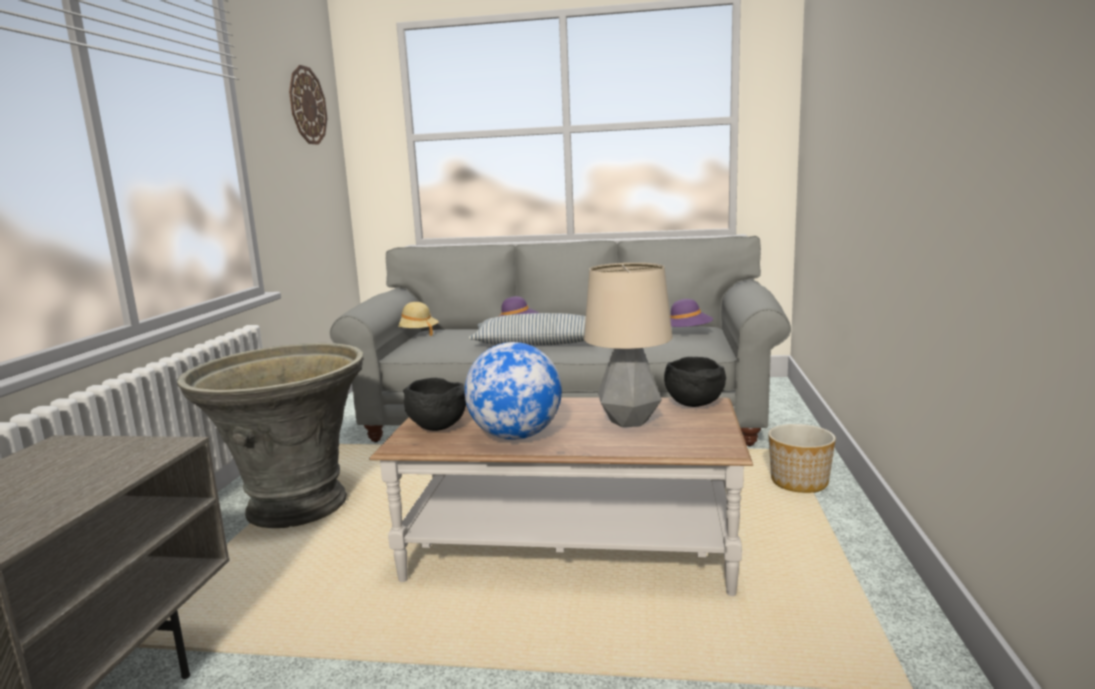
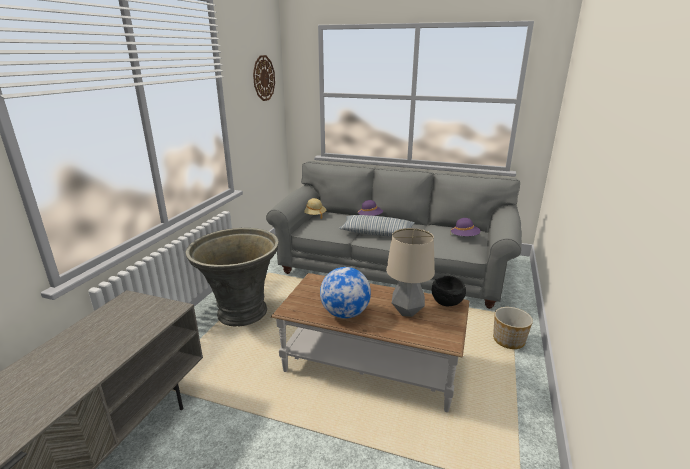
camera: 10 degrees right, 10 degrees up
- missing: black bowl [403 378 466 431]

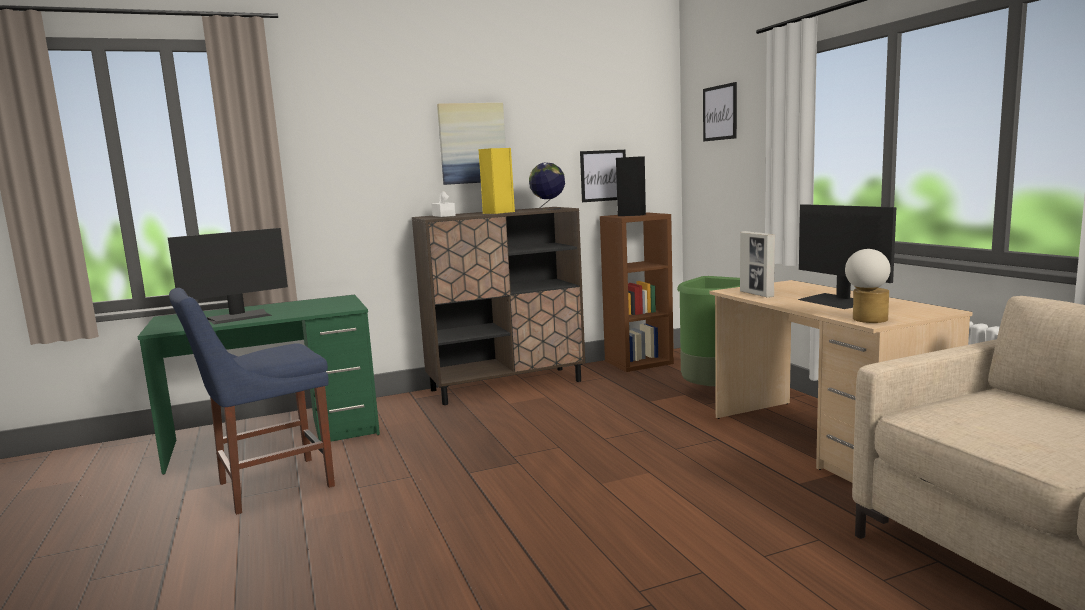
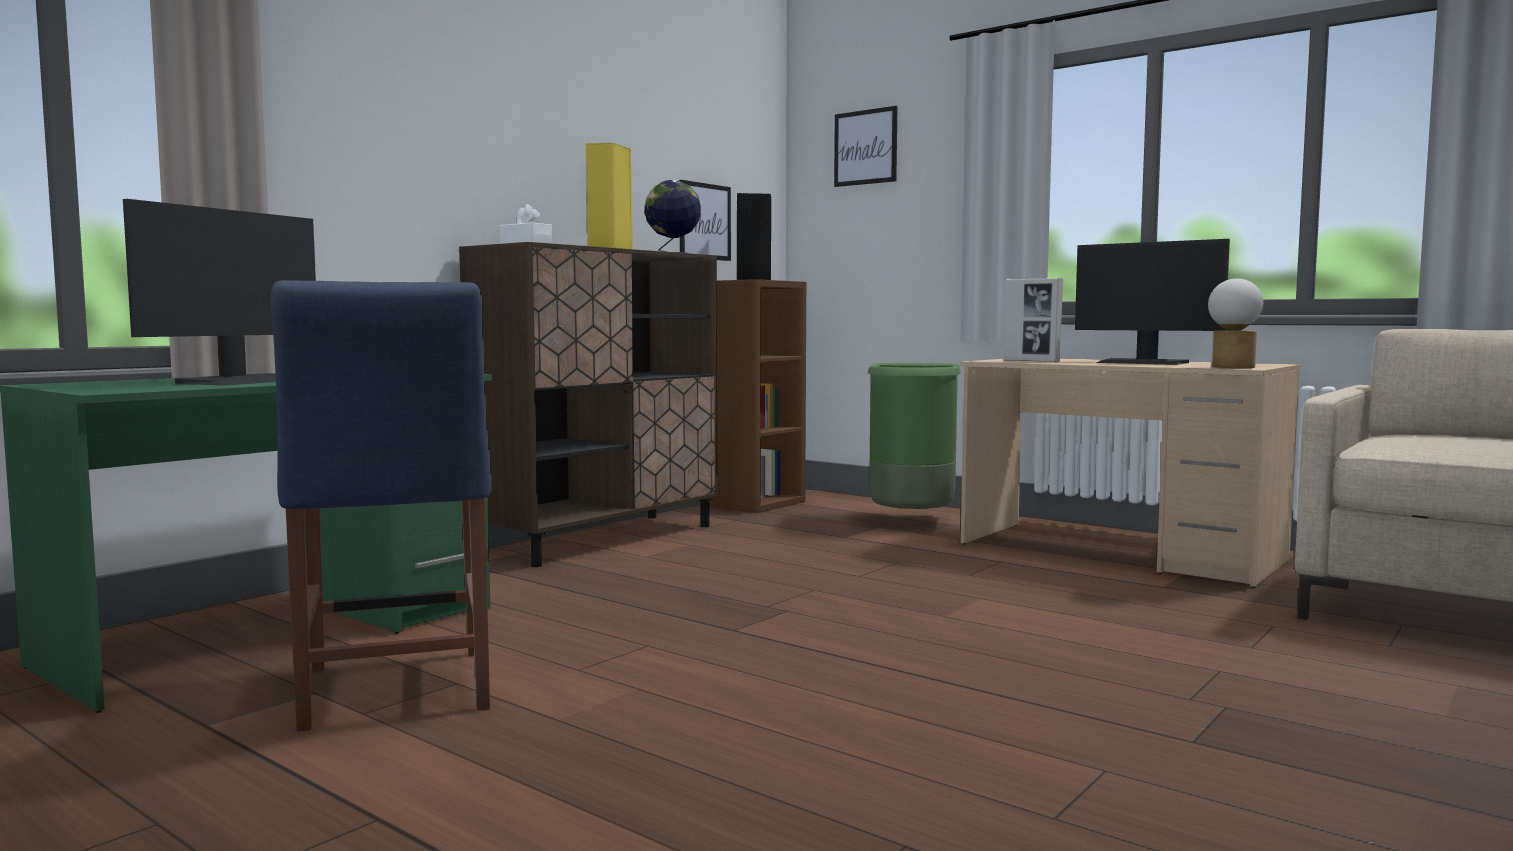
camera: 30 degrees left, 5 degrees down
- spun: blue chair [169 288 335 515] = [271 280 492 732] 45 degrees counterclockwise
- missing: picture [437 103 506 185]

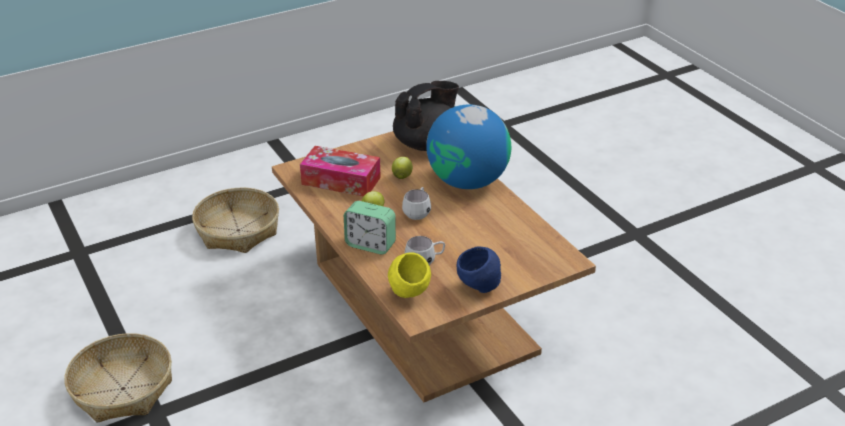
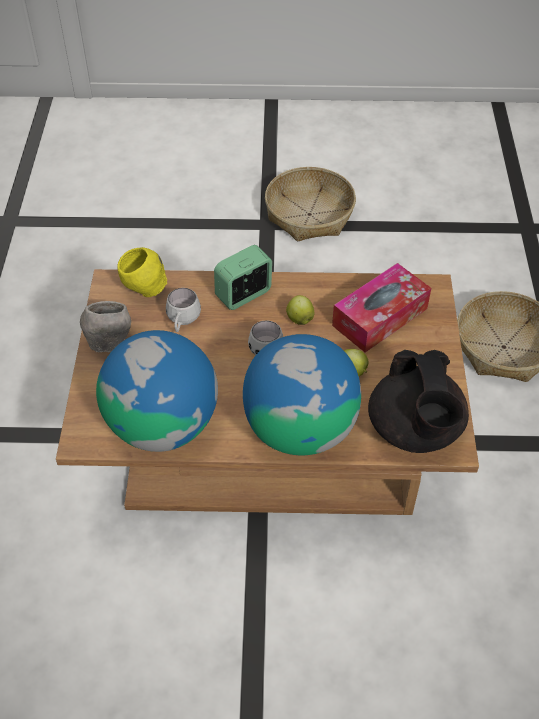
camera: 120 degrees right, 15 degrees up
- colour: blue bowl [457 246 502 293] to grey bowl [80 301 131 353]
- appeared: globe [96 330 218 452]

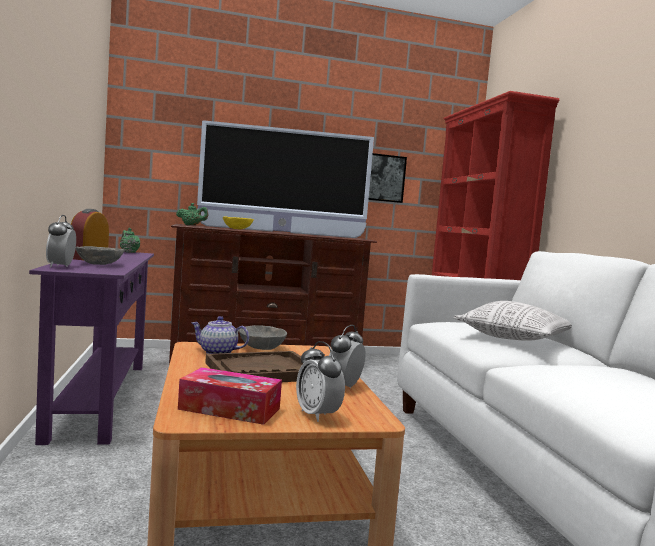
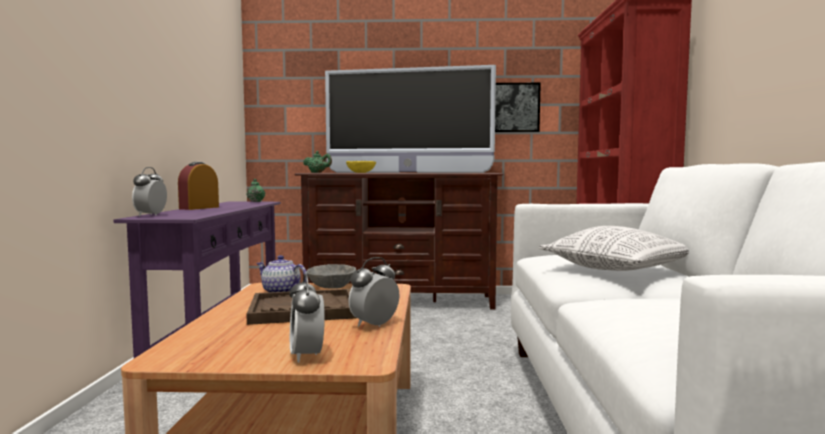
camera: 15 degrees right, 0 degrees up
- missing: grey bowl [76 246 124 265]
- missing: tissue box [178 367 282 425]

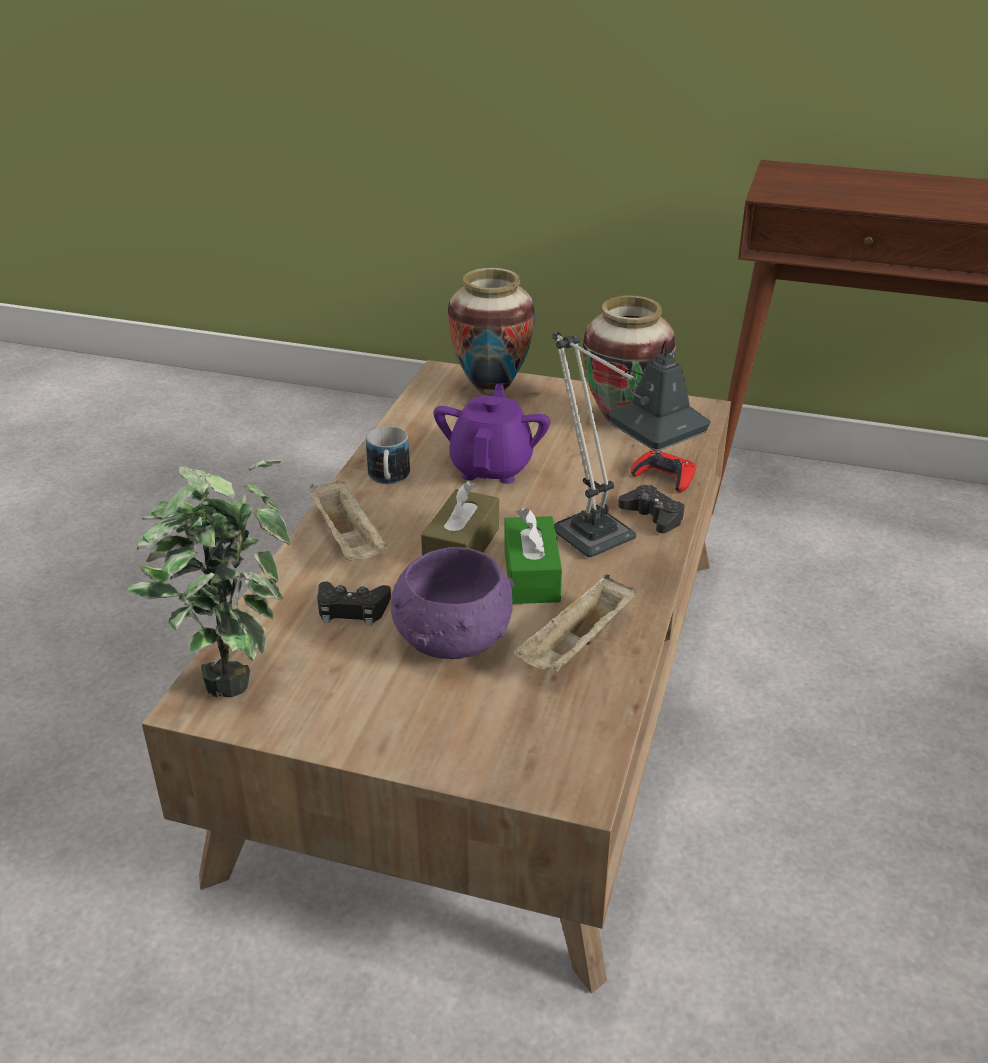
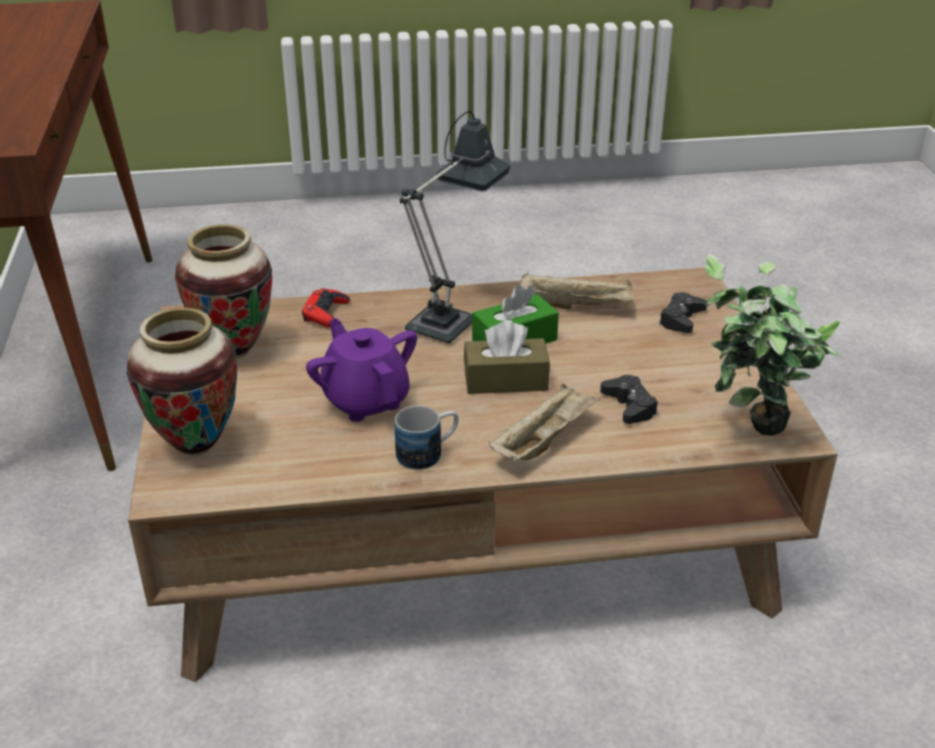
camera: 115 degrees left, 0 degrees up
- missing: purple bowl [391 547 514 659]
- spun: purple teapot [433 384 550 484] = [306 318 417 422] 75 degrees clockwise
- relocated: black game controller [618 485 684 533] to [659 292 707 333]

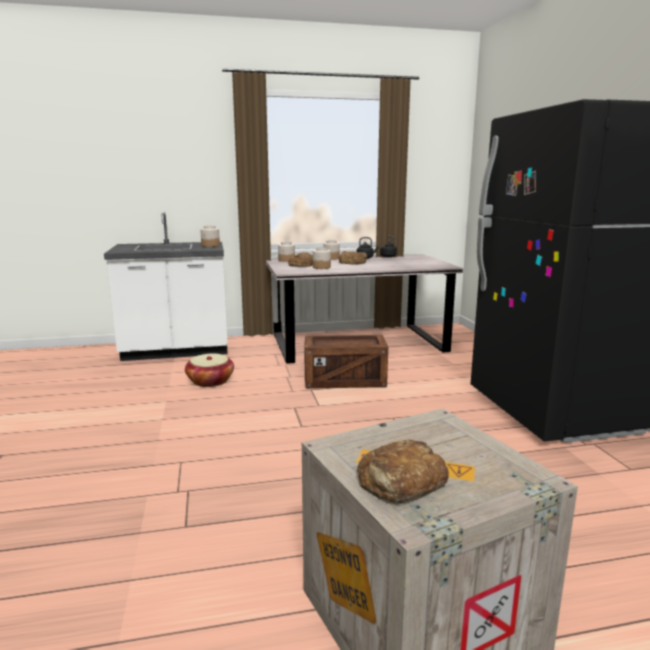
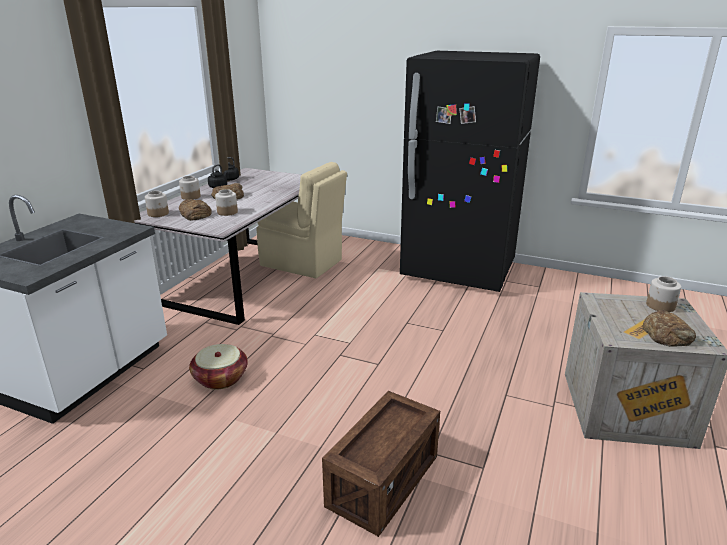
camera: 55 degrees left, 10 degrees up
- relocated: jar [200 226 220 247] to [646 276 681 312]
- relocated: crate [305 335 388 388] to [322 391 440 537]
- appeared: beige chair [256 162 347 278]

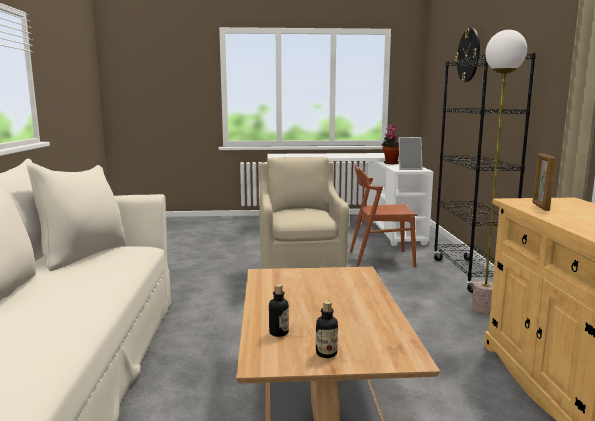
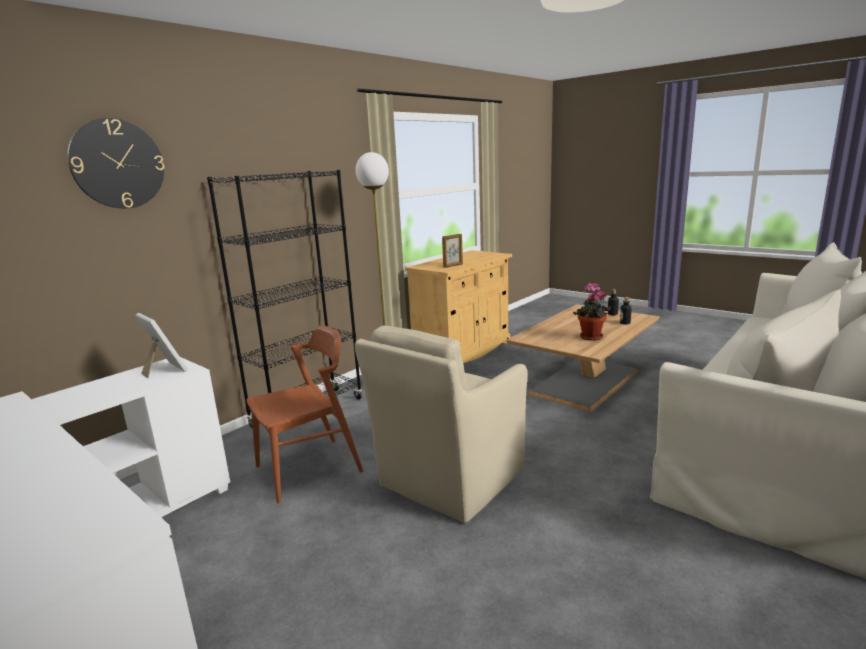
camera: 135 degrees left, 5 degrees up
- spun: brown chair [350 166 417 267] = [246 325 363 504] 75 degrees counterclockwise
- relocated: potted plant [381 124 399 164] to [573 283 611 341]

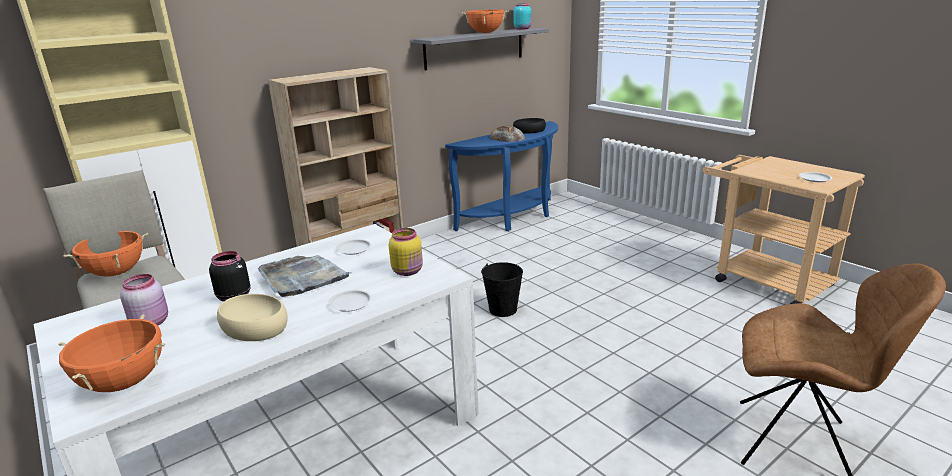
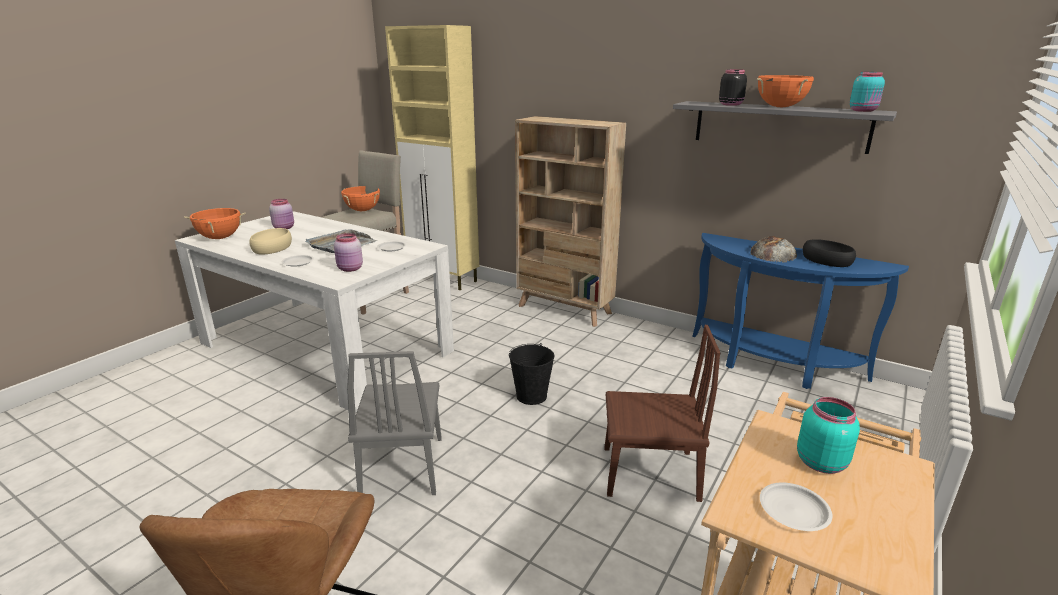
camera: 70 degrees right, 0 degrees up
- relocated: black jar [209 251 250 302] to [719 69 747 106]
- colour: yellow jar [389 228 423 276] to pink jar [334 233 363 272]
- appeared: grey chair [347 351 442 495]
- appeared: brown chair [605 325 720 502]
- appeared: turquoise jar [797 397 860 474]

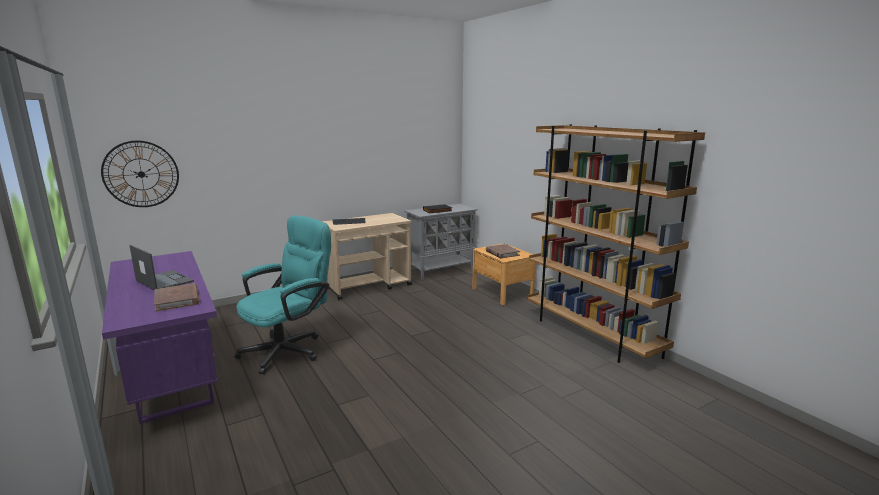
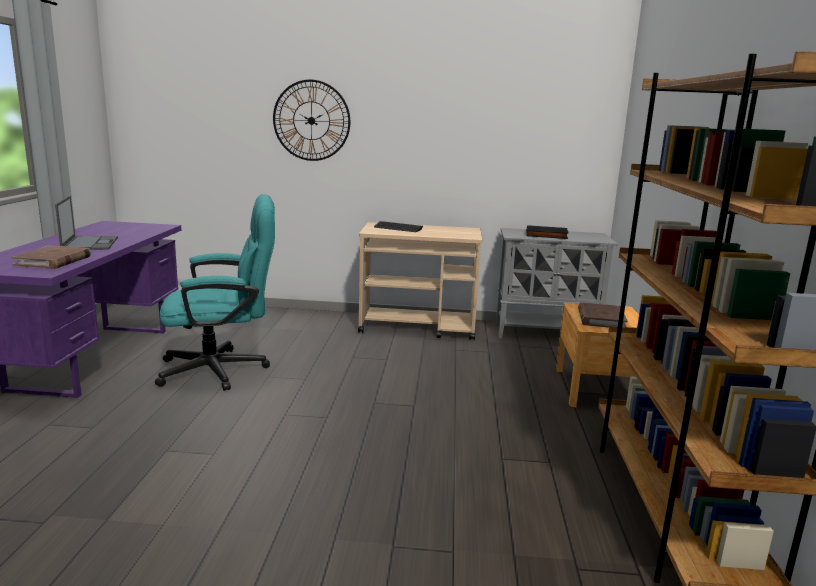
camera: 35 degrees right, 0 degrees up
- relocated: wall clock [101 141 179 207] to [273 80 350 161]

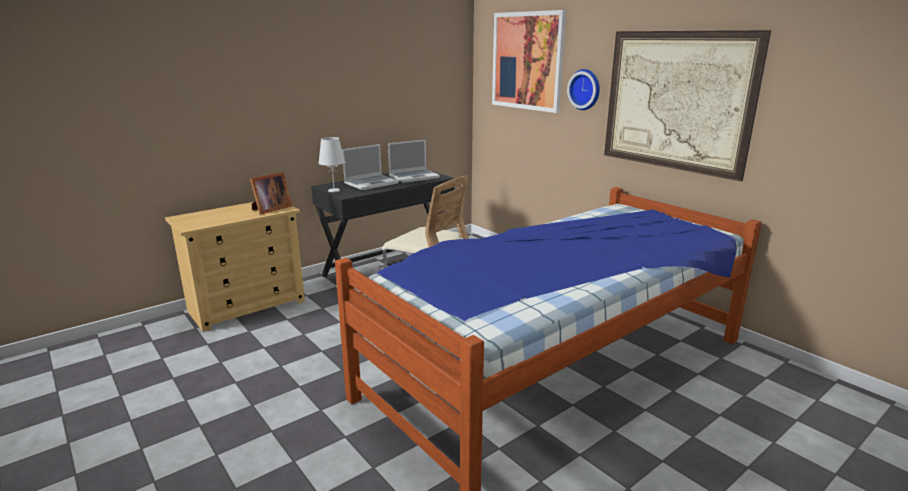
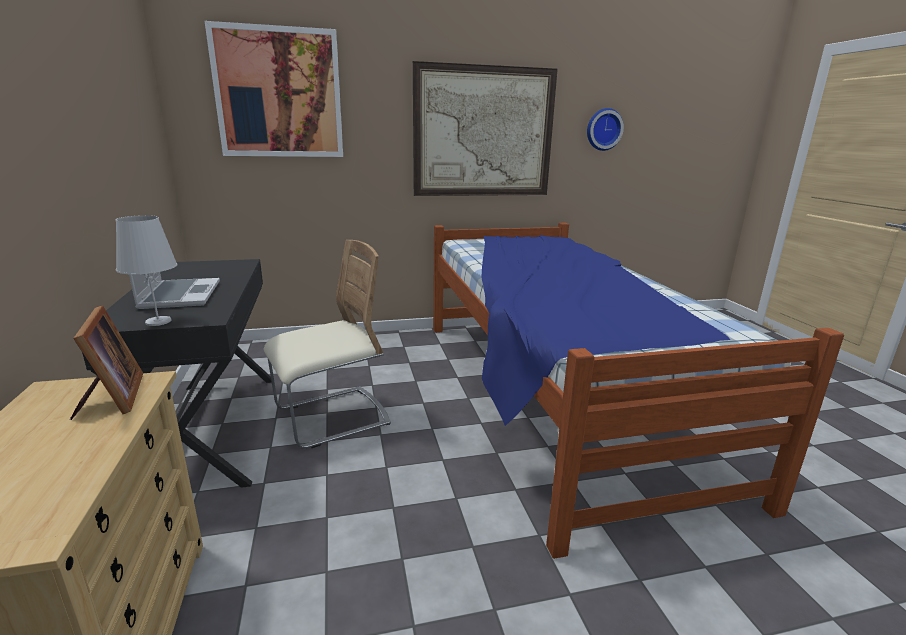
camera: 65 degrees left, 0 degrees up
- missing: laptop [388 140 440 183]
- relocated: wall clock [567 69 600 110] to [587 108 624 151]

